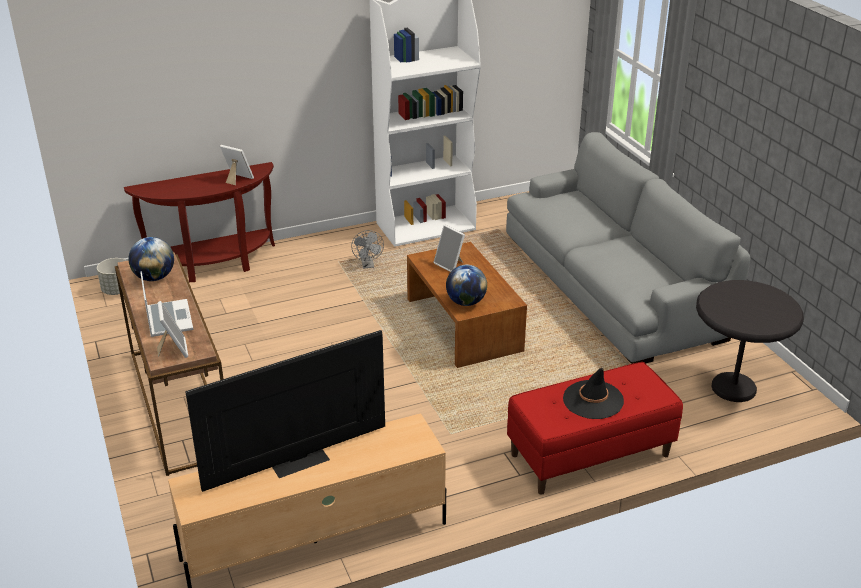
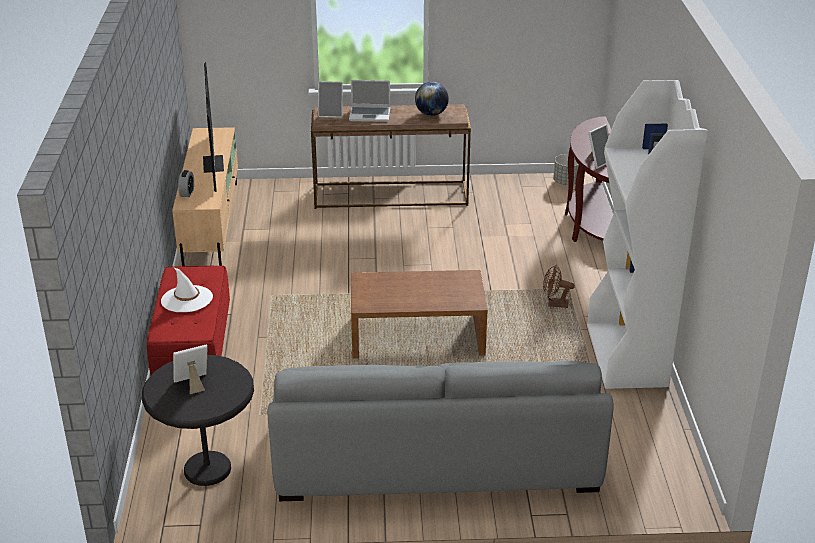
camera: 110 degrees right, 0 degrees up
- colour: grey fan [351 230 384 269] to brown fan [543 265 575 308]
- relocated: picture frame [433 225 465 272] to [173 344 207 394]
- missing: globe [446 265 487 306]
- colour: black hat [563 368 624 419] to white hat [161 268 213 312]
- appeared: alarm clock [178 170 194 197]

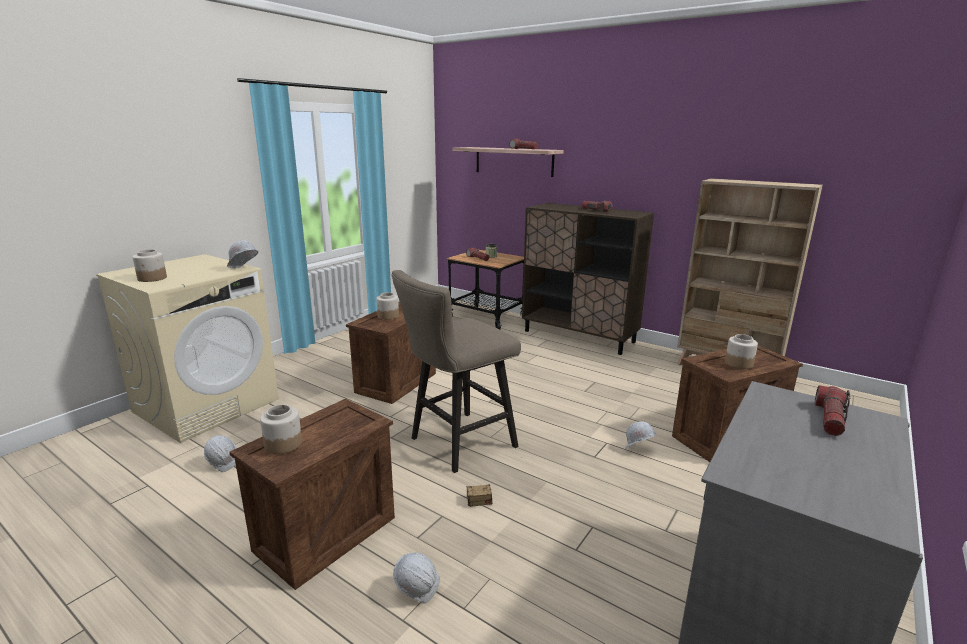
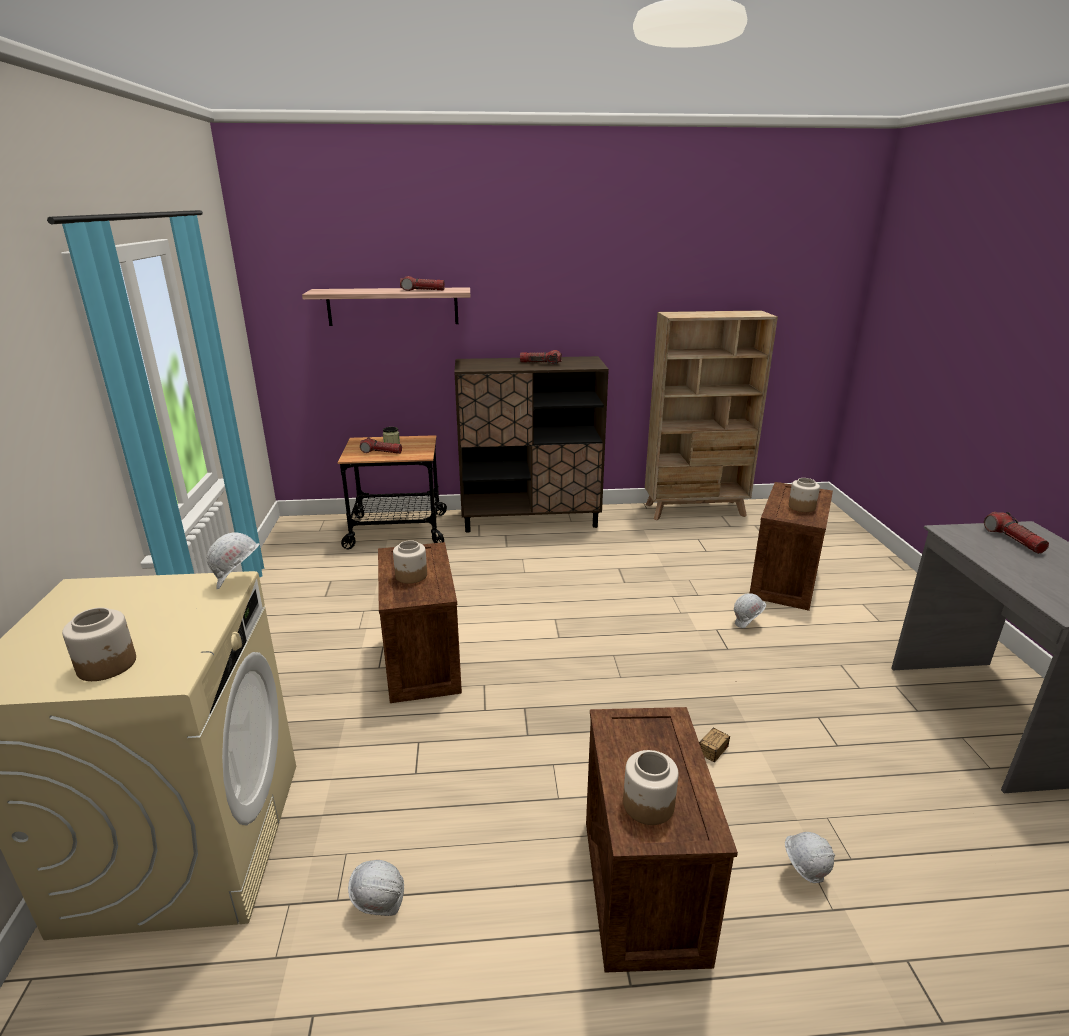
camera: 40 degrees left, 5 degrees up
- missing: beige stool [391 270 521 473]

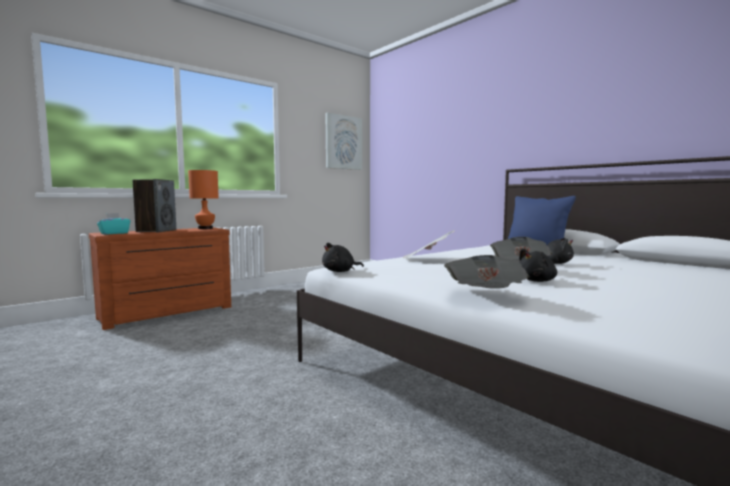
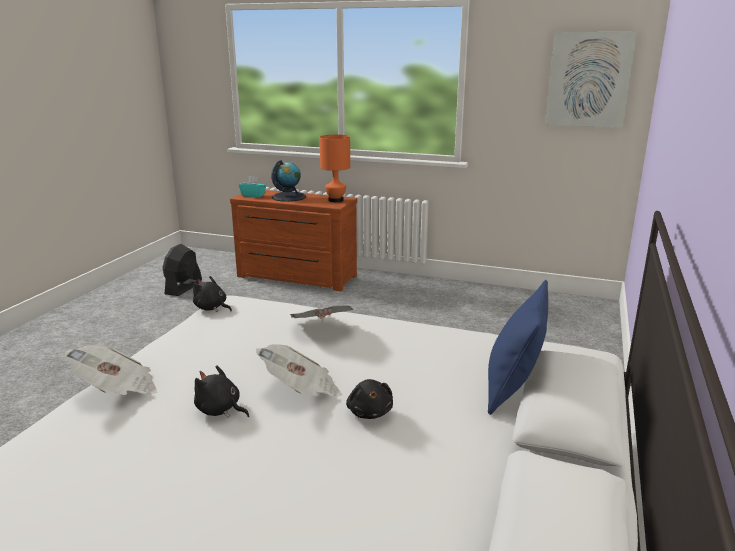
camera: 60 degrees right, 15 degrees up
- exchanged: speaker [133 179 176 233] to globe [271 160 306 202]
- appeared: black fan [162 244 202 296]

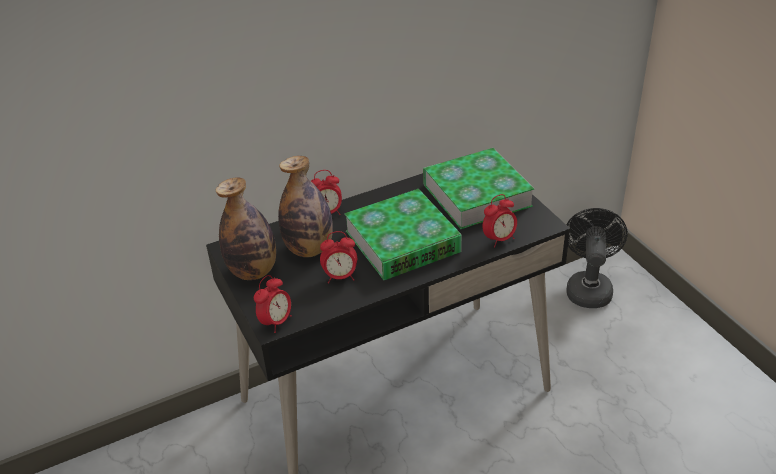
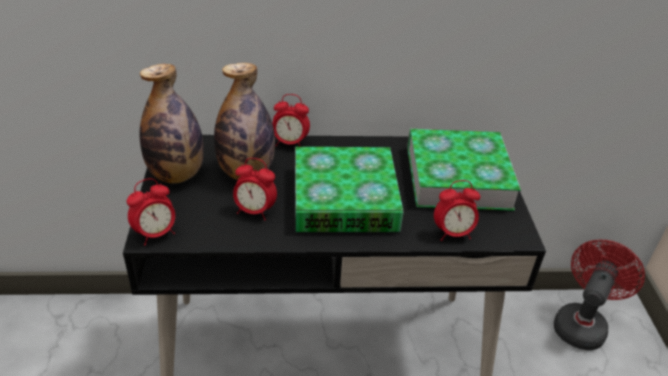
camera: 20 degrees right, 0 degrees up
- colour: black fan [566 208 628 308] to red fan [554 240 645 350]

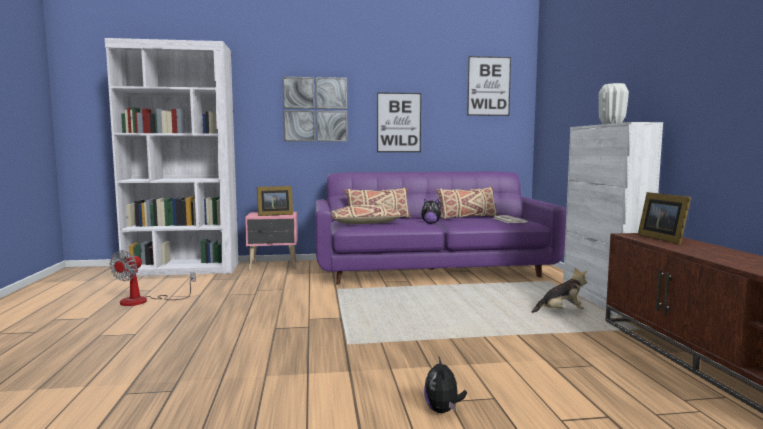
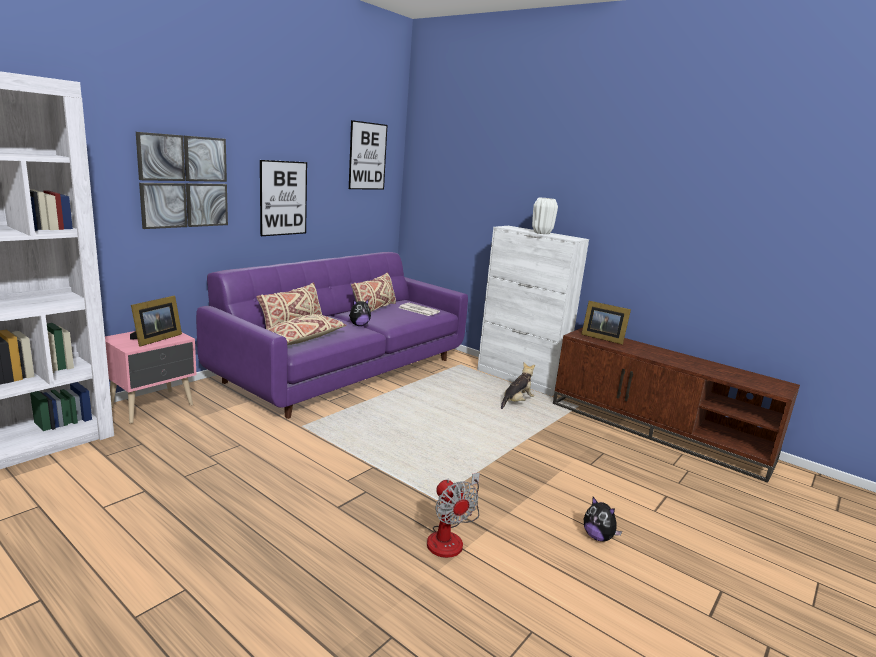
camera: 45 degrees left, 10 degrees up
- relocated: fan [110 250 196 306] to [427 472 480 558]

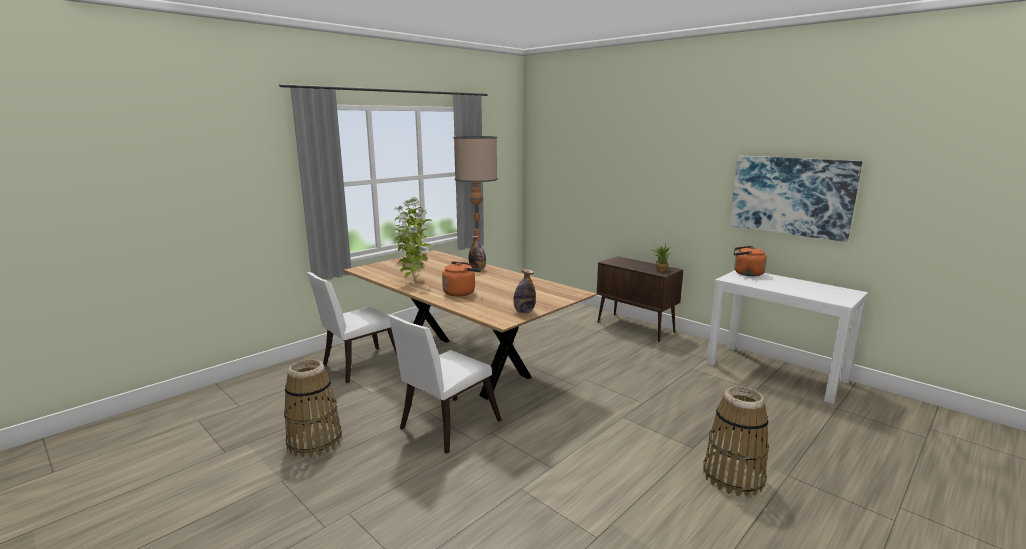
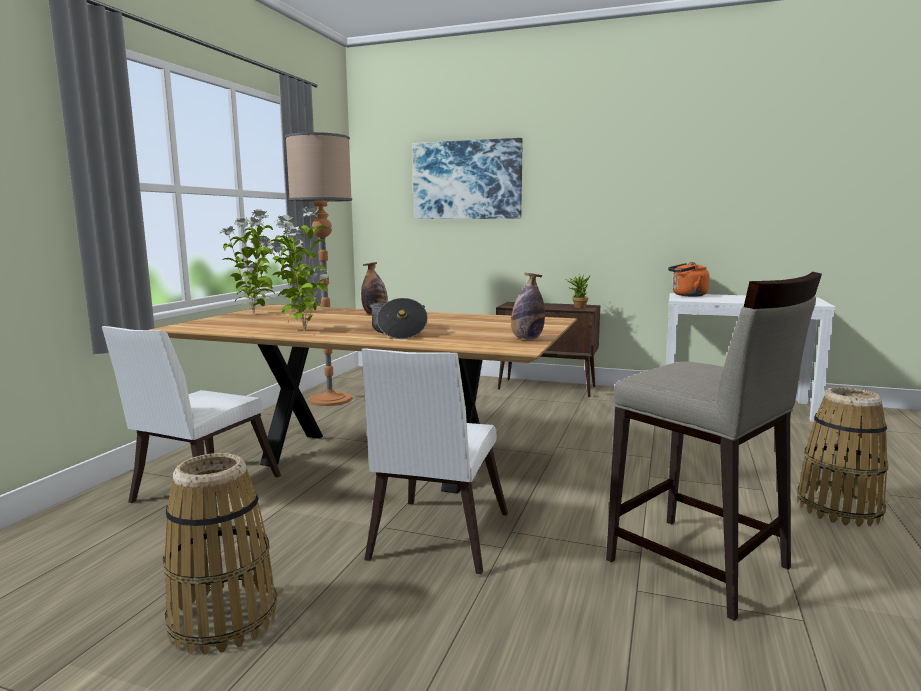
camera: 25 degrees left, 5 degrees down
- exchanged: orange kettle [442 261 481 297] to cooking pot [367 298 428 339]
- relocated: picture [729 156 862 242] to [413 138 522 219]
- appeared: beige stool [606 272 822 621]

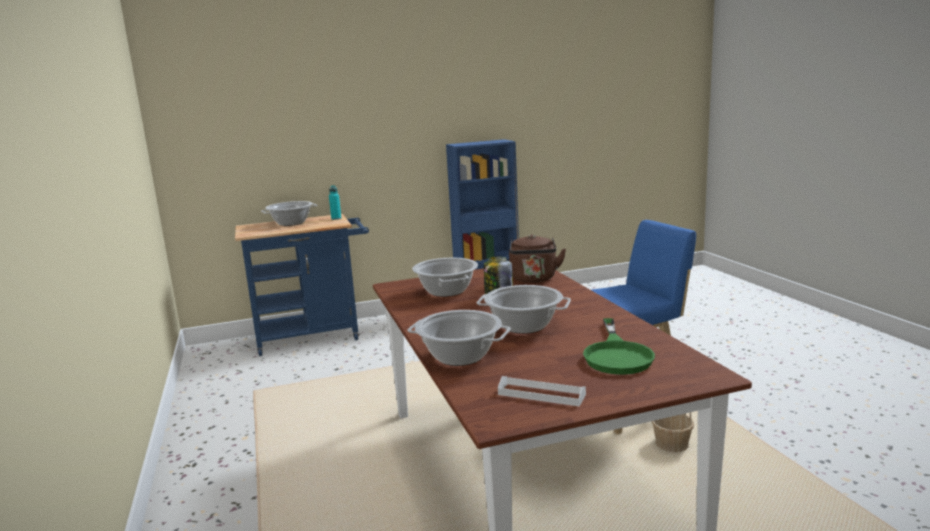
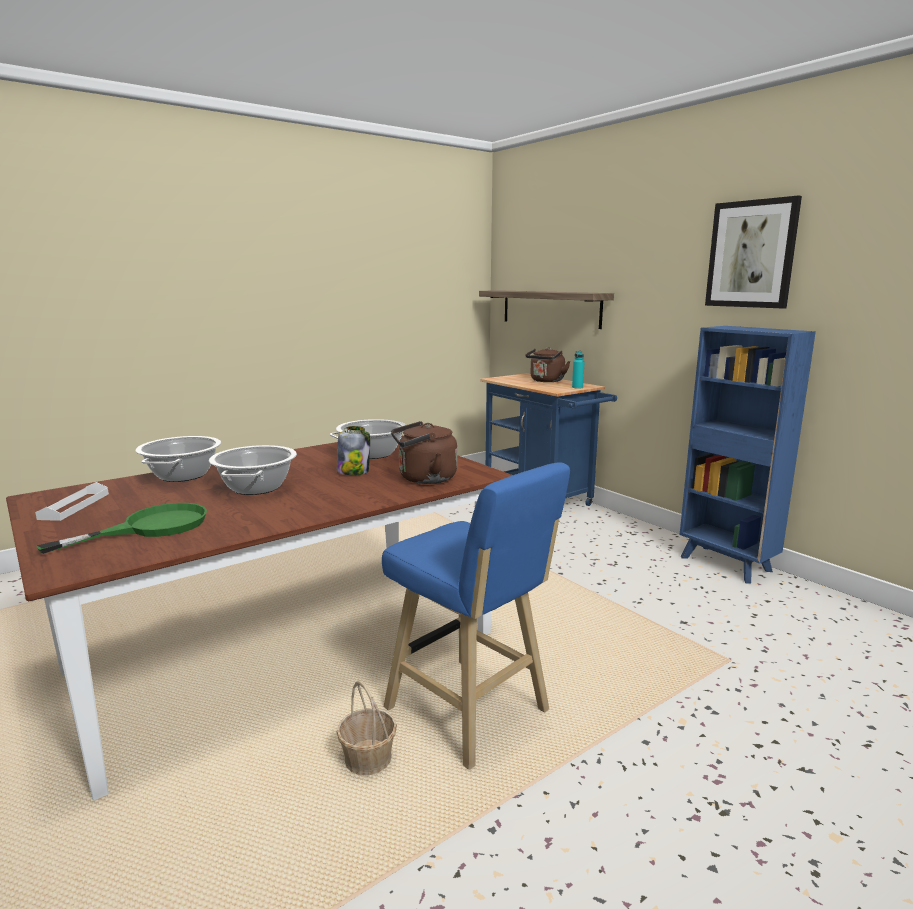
camera: 70 degrees right, 0 degrees up
- exchanged: cooking pot [261 201 318 226] to brown kettle [525 347 571 382]
- spun: green frying pan [583 318 655 375] = [37 503 207 554] 150 degrees clockwise
- appeared: shelf [479 290 614 329]
- appeared: picture [705 195 802 309]

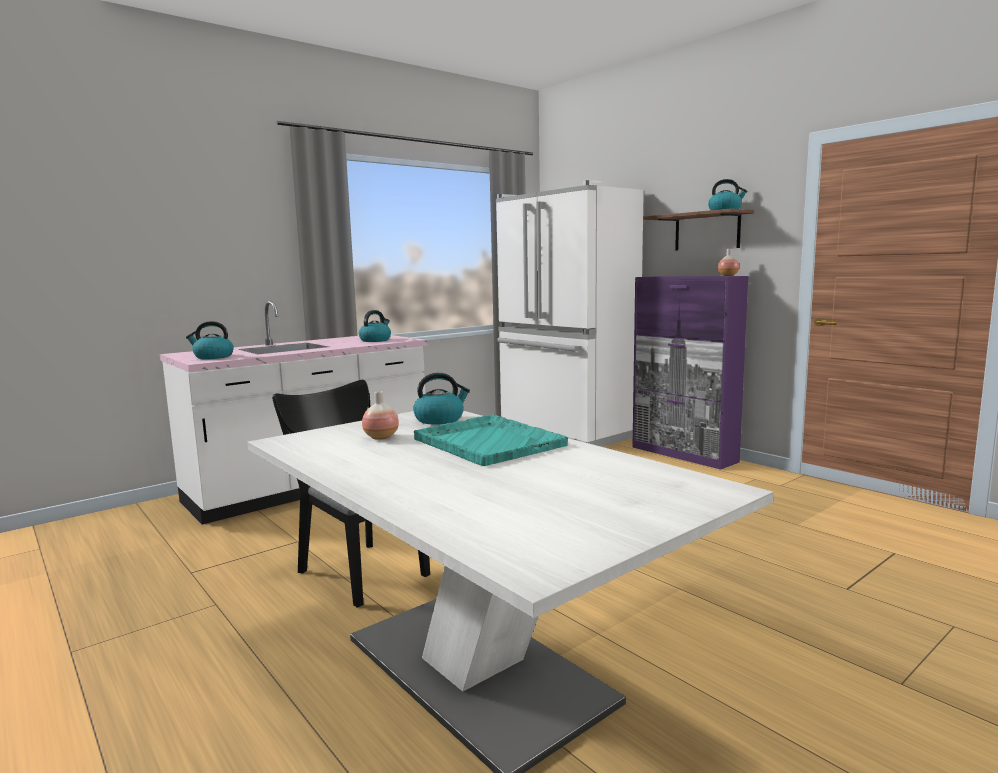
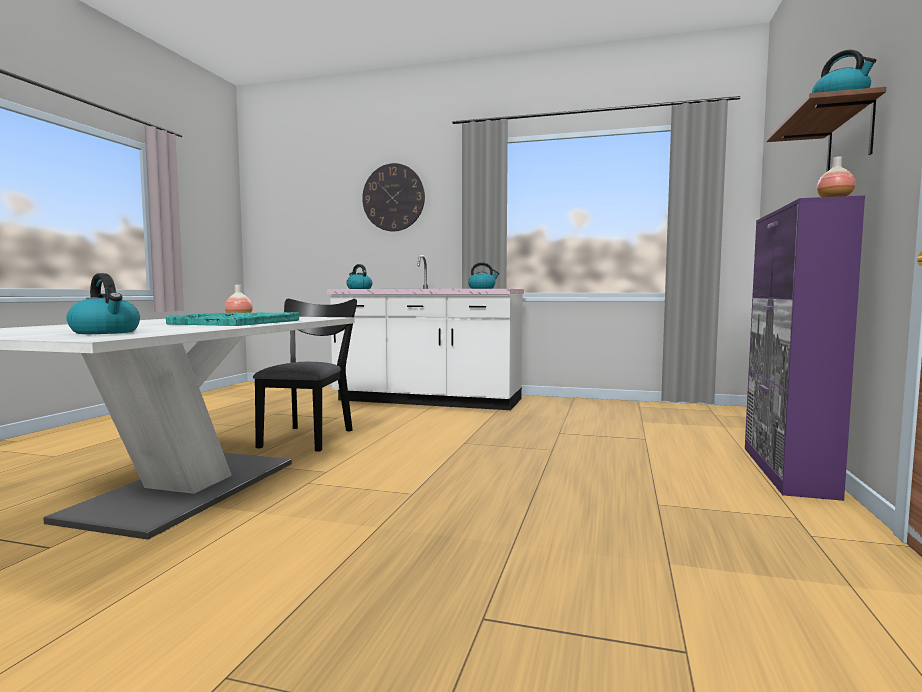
camera: 55 degrees right, 5 degrees down
- relocated: kettle [413 373 470 425] to [67 273 140 334]
- missing: white fridge [496 180 644 447]
- appeared: wall clock [362 163 425 231]

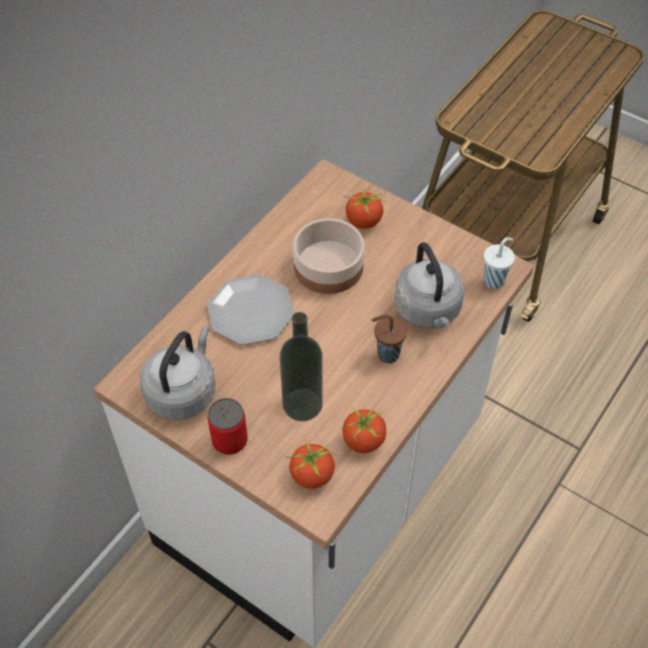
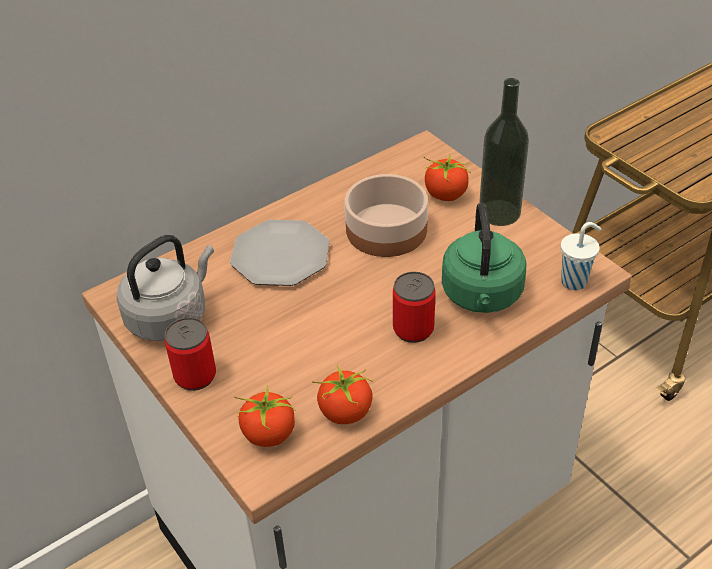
camera: 20 degrees right, 10 degrees down
- relocated: bottle [280 312 323 421] to [479 78 529 226]
- exchanged: brown cup [372 314 407 363] to can [393 272 436 343]
- colour: grey kettle [394 242 464 329] to green kettle [442 203 526 313]

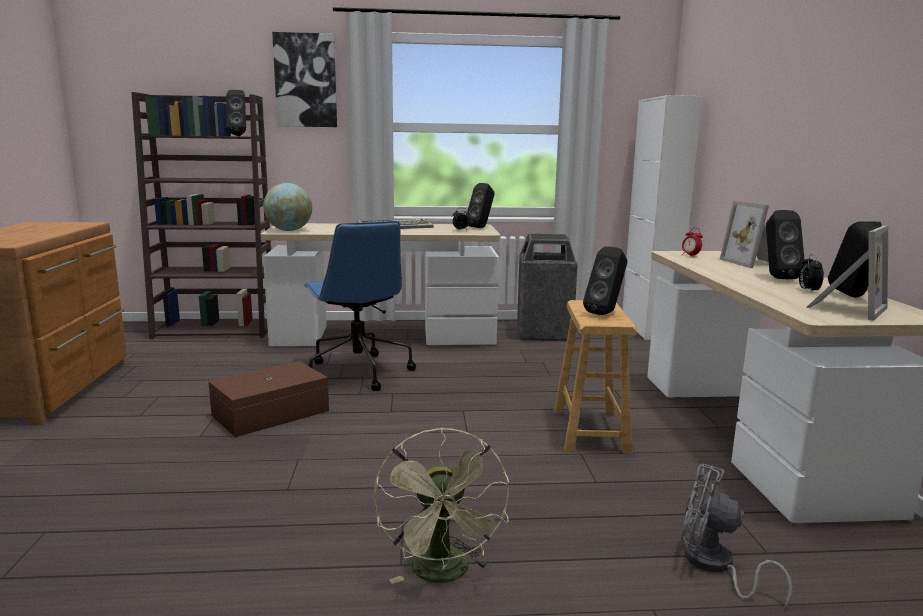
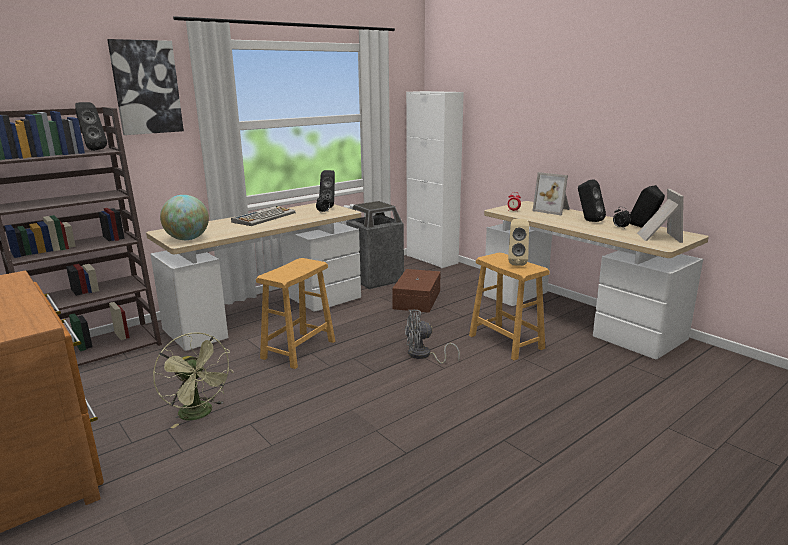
camera: 35 degrees left, 5 degrees up
- relocated: brown storage box [208 361 329 437] to [392 269 440 313]
- exchanged: blue office chair [303 221 416 391] to brown stool [256 258 335 369]
- relocated: green fan [373 427 509 584] to [153 332 234 428]
- colour: black speaker [583 246 628 315] to beige speaker [508 219 529 266]
- relocated: grey fan [681 464 792 610] to [405 309 460 364]

